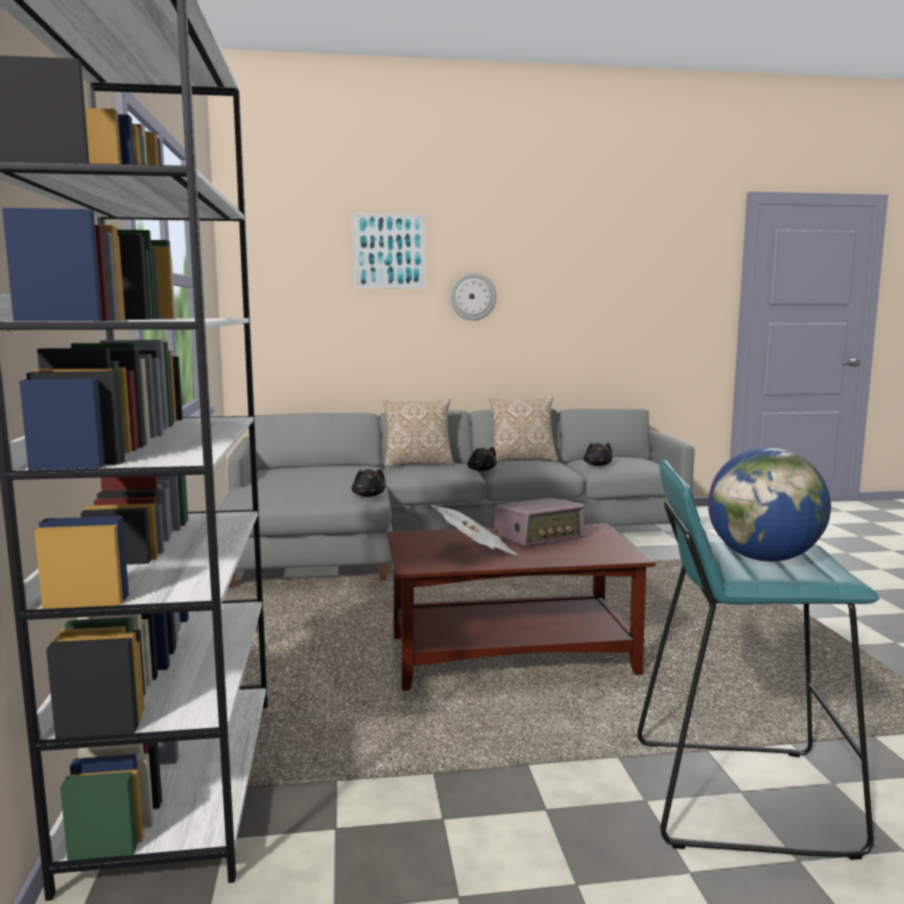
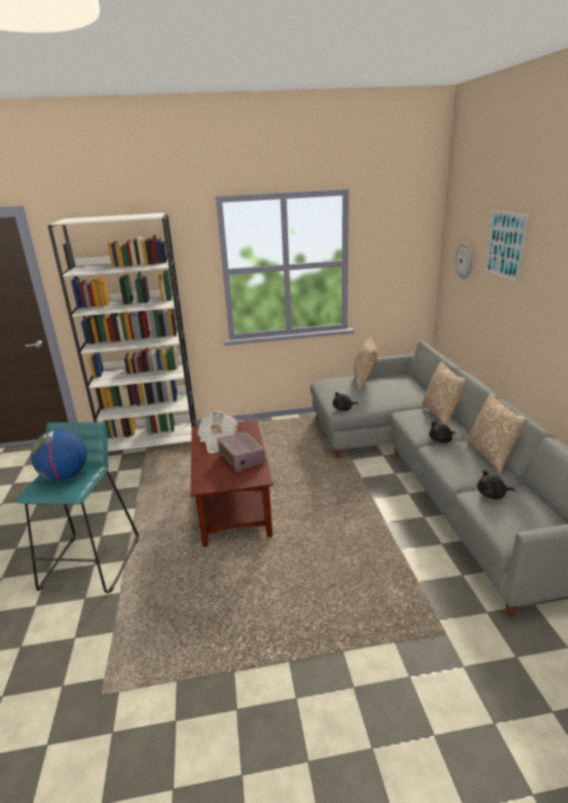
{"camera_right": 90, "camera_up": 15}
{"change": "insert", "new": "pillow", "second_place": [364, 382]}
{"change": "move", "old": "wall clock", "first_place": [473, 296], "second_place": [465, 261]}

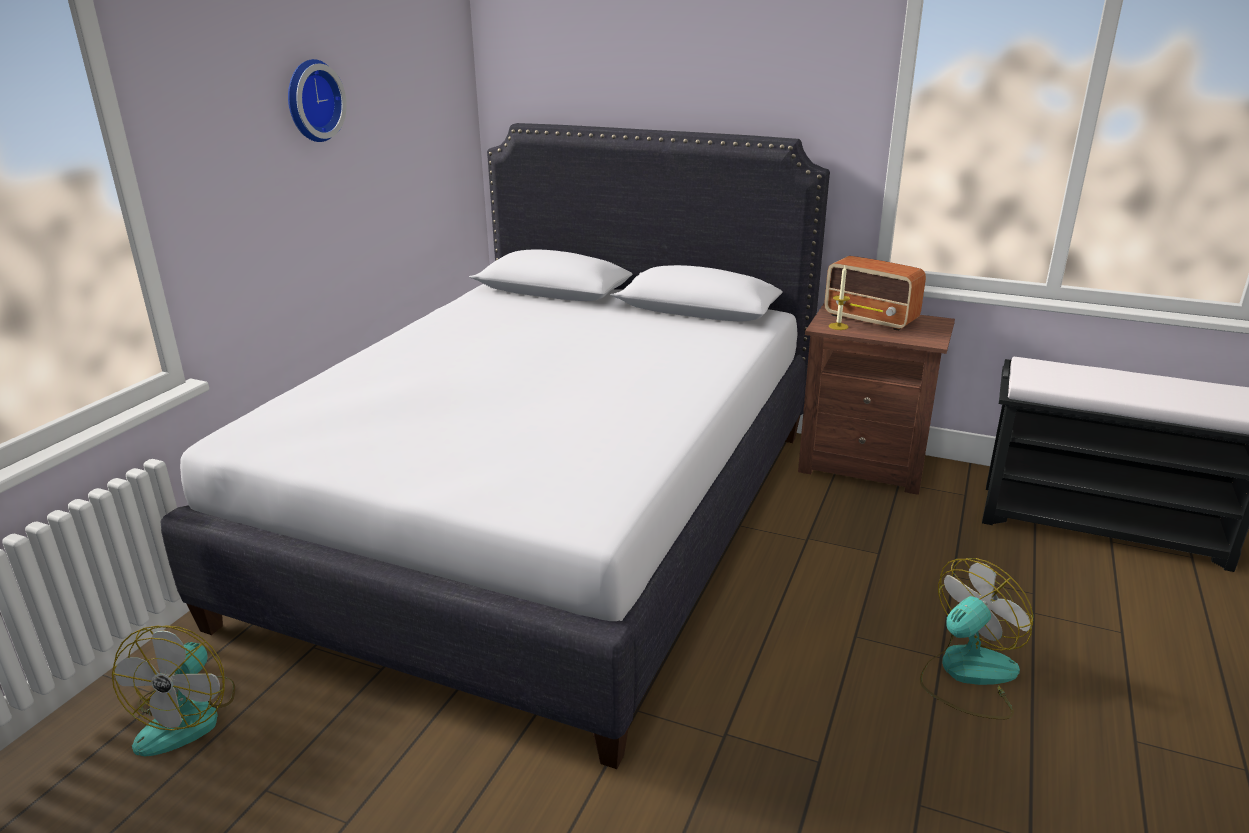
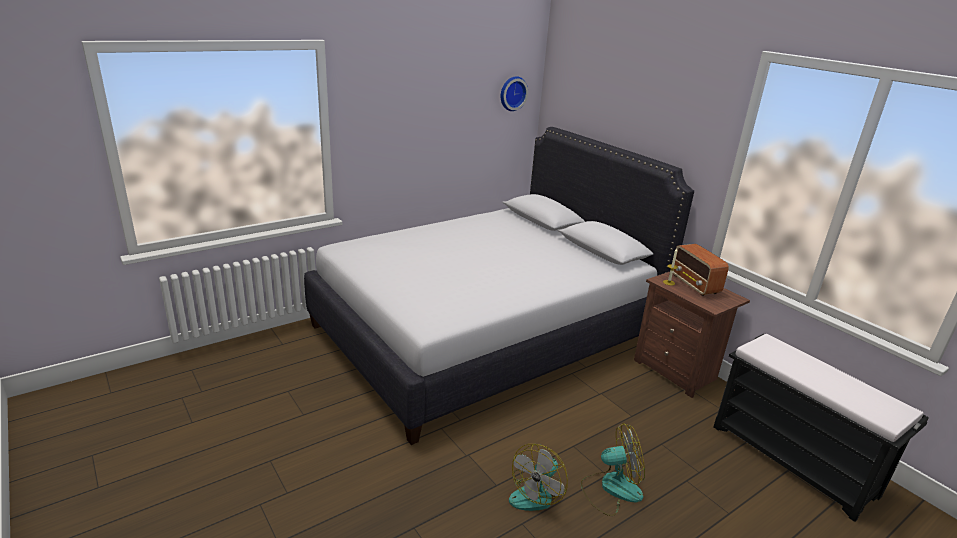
{"camera_right": 30, "camera_up": 0}
{"change": "move", "old": "wall clock", "first_place": [311, 101], "second_place": [512, 93]}
{"change": "move", "old": "fan", "first_place": [188, 715], "second_place": [536, 493]}

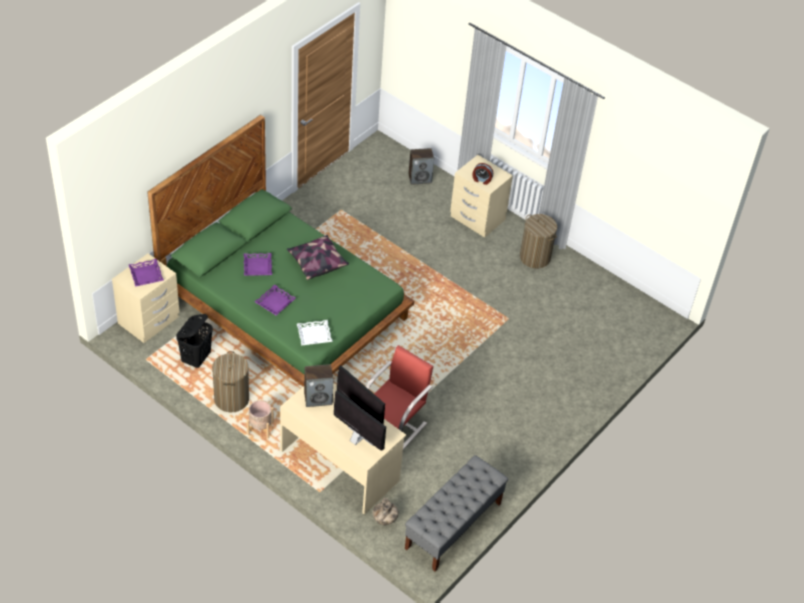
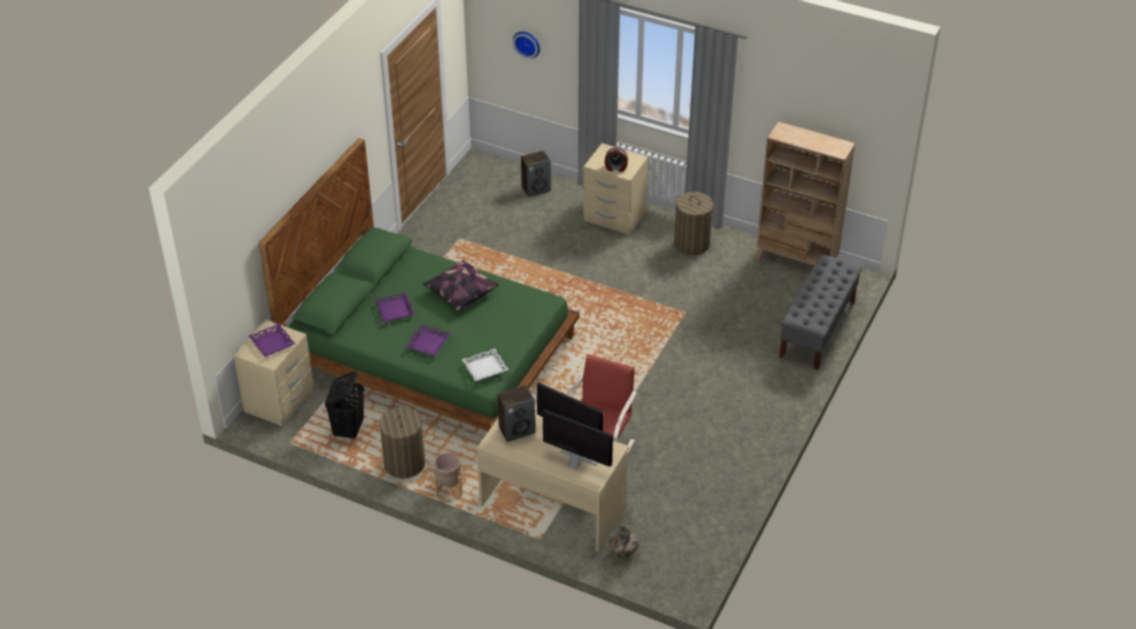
{"camera_right": -10, "camera_up": -5}
{"change": "insert", "new": "wall clock", "second_place": [527, 43]}
{"change": "insert", "new": "bookcase (beige)", "second_place": [796, 261]}
{"change": "move", "old": "bench (grey)", "first_place": [453, 526], "second_place": [817, 329]}

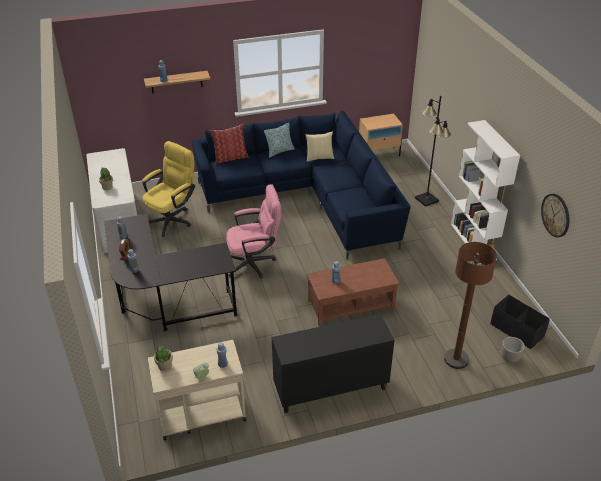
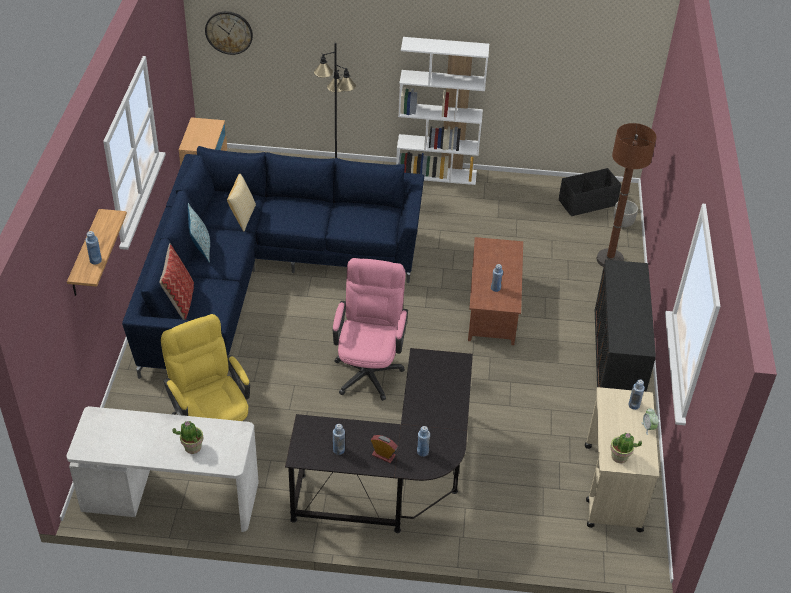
{"camera_right": -70, "camera_up": 5}
{"change": "move", "old": "wall clock", "first_place": [556, 215], "second_place": [229, 32]}

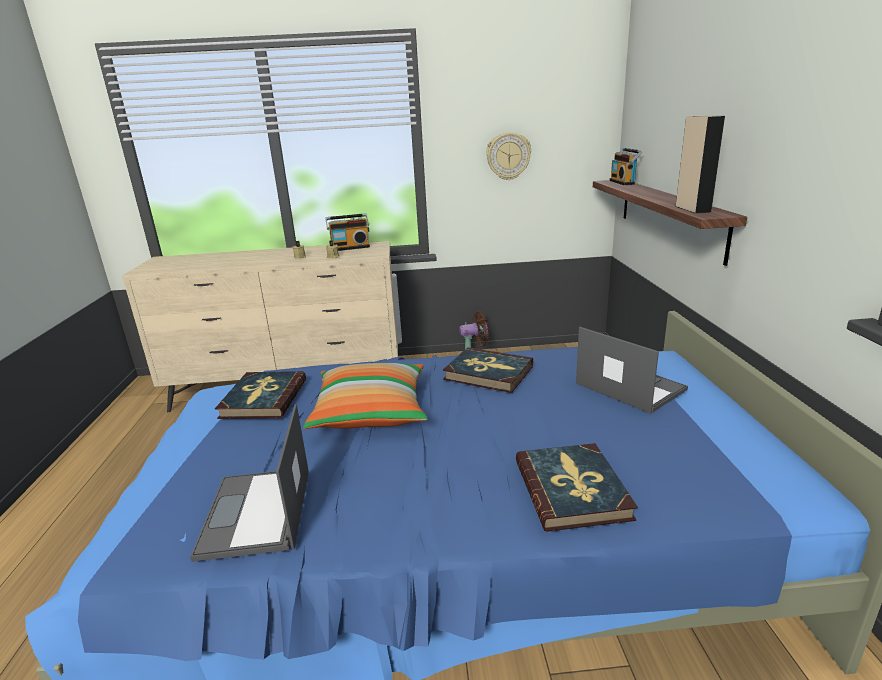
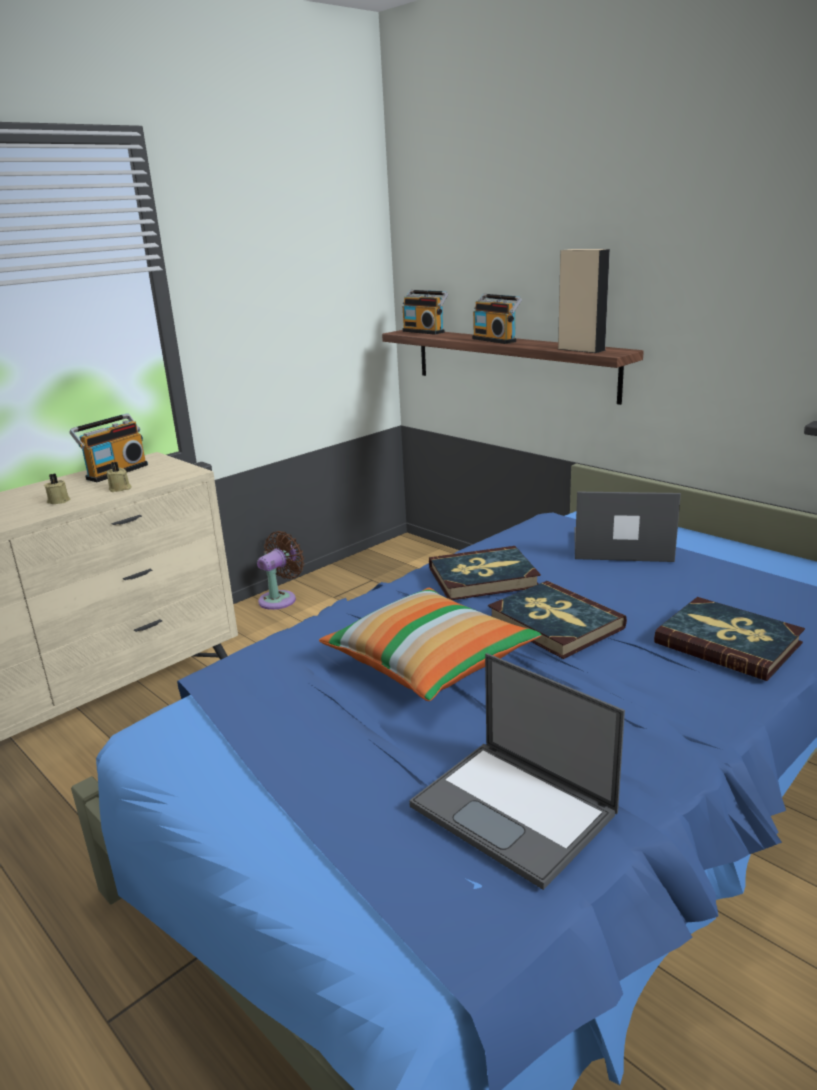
{"camera_right": -40, "camera_up": 0}
{"change": "insert", "new": "radio", "second_place": [496, 340]}
{"change": "move", "old": "book", "first_place": [263, 398], "second_place": [554, 623]}
{"change": "delete", "old": "wall clock", "first_place": [508, 156]}

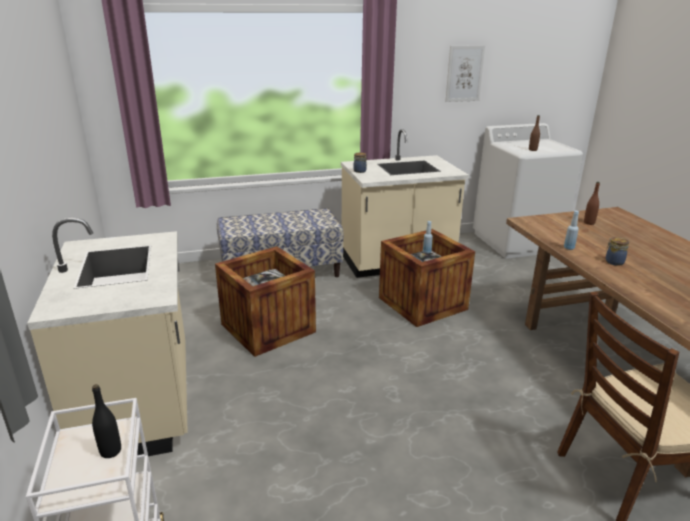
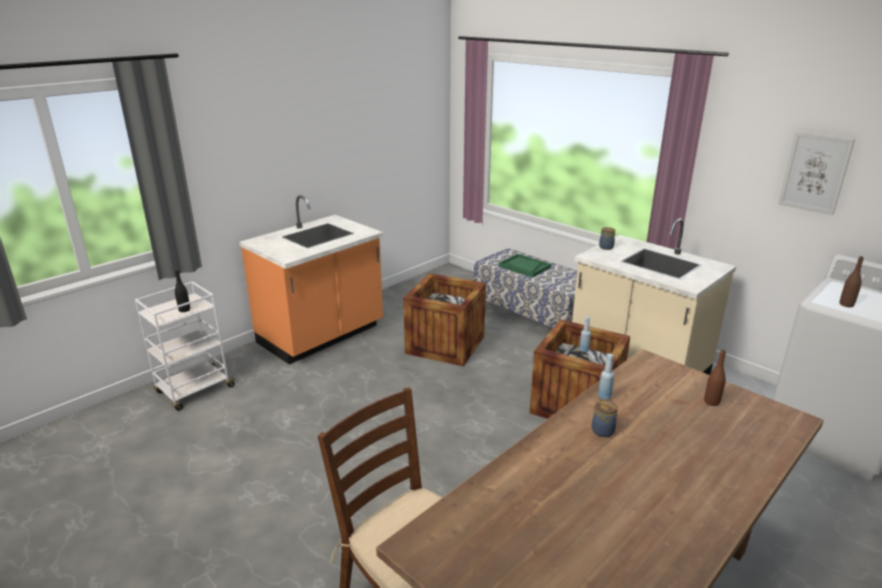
{"camera_right": 60, "camera_up": 0}
{"change": "recolor", "old": "counter (beige)", "new": "counter (orange)", "first_place": [140, 403], "second_place": [322, 336]}
{"change": "insert", "new": "tray (green)", "second_place": [524, 267]}

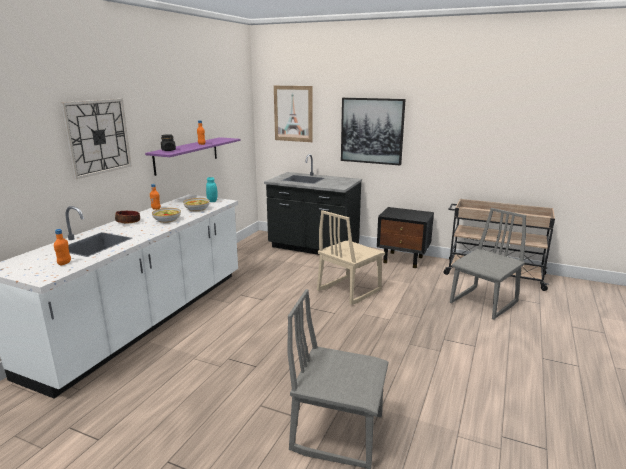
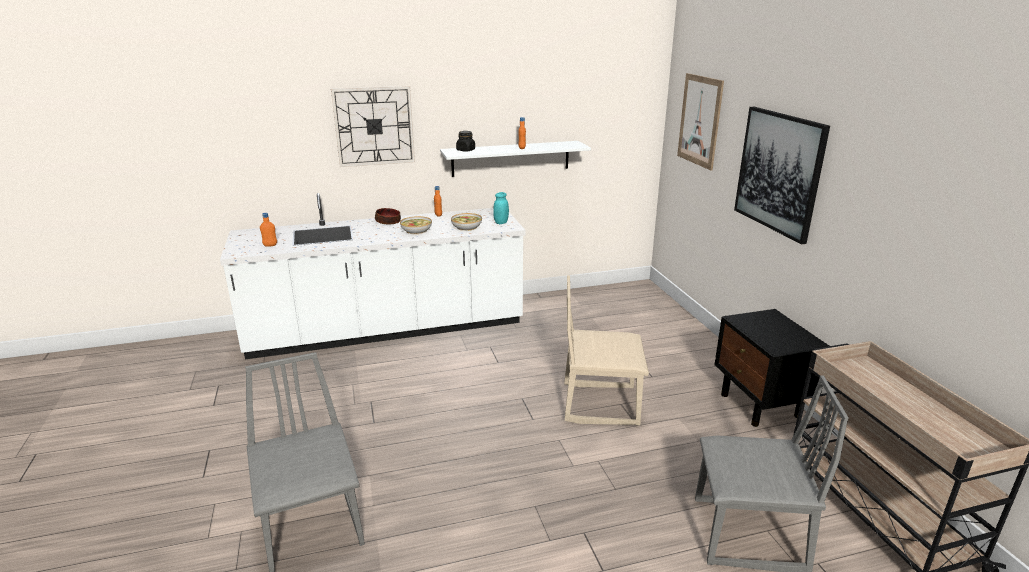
{"camera_right": 50, "camera_up": 5}
{"change": "recolor", "old": "shelf (purple)", "new": "shelf (white)", "first_place": [187, 155], "second_place": [511, 158]}
{"change": "delete", "old": "counter (black)", "first_place": [313, 248]}

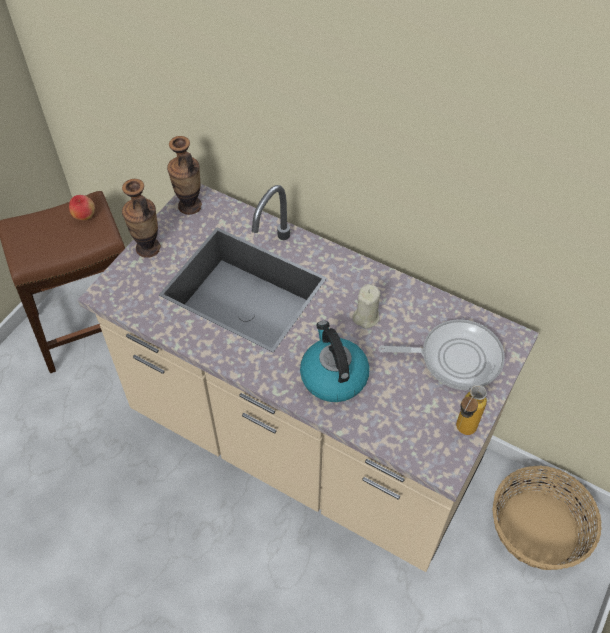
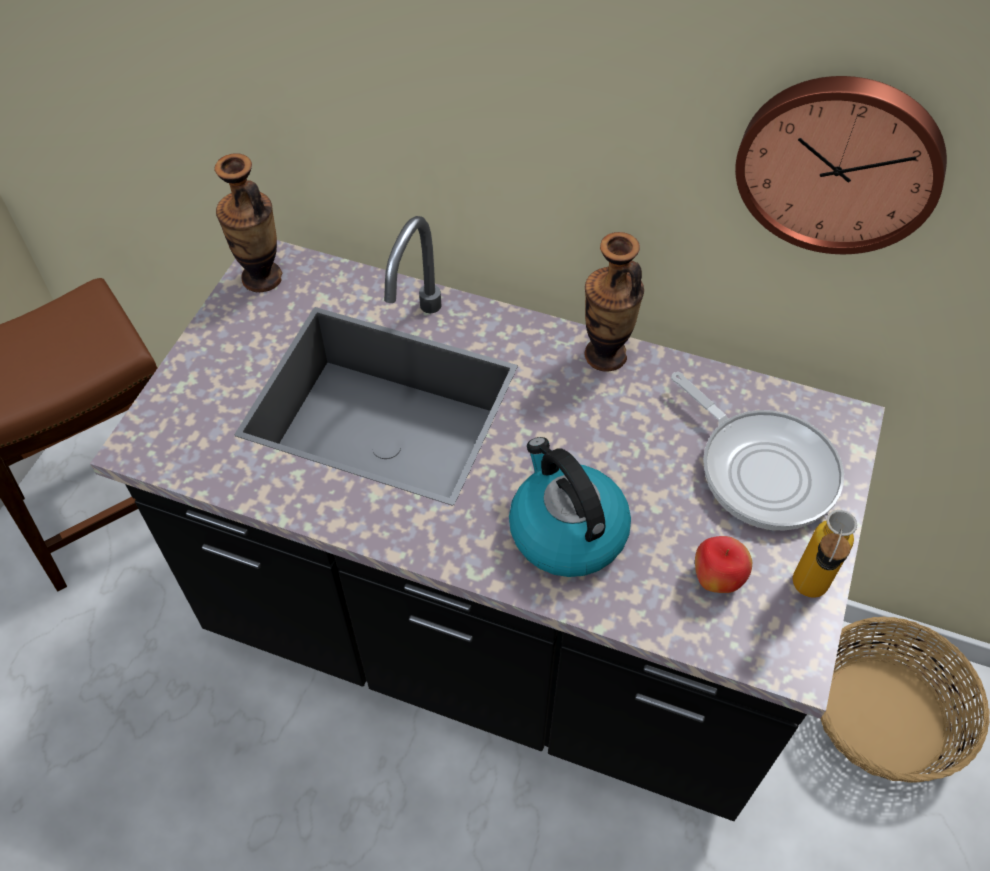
{"camera_right": -10, "camera_up": 0}
{"change": "recolor", "old": "counter (beige)", "new": "counter (black)", "first_place": [305, 441], "second_place": [495, 636]}
{"change": "move", "old": "vase", "first_place": [148, 248], "second_place": [605, 355]}
{"change": "rotate", "old": "frying pan", "first_place": [455, 358], "second_place": [761, 468], "degrees": 60}
{"change": "move", "old": "apple", "first_place": [84, 216], "second_place": [716, 579]}
{"change": "insert", "new": "wall clock", "second_place": [839, 162]}
{"change": "delete", "old": "candle (beige)", "first_place": [366, 317]}

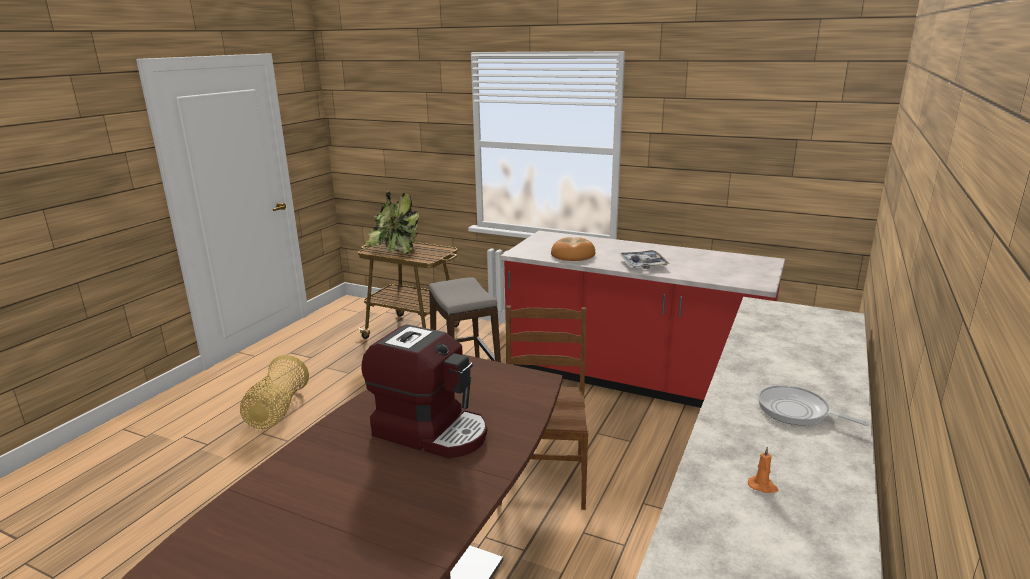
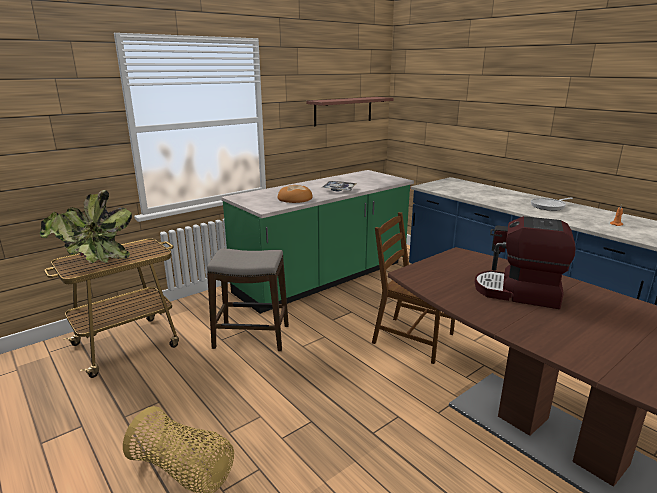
{"camera_right": -65, "camera_up": 0}
{"change": "recolor", "old": "counter (red)", "new": "counter (green)", "first_place": [633, 379], "second_place": [324, 278]}
{"change": "insert", "new": "shelf", "second_place": [343, 111]}
{"change": "rotate", "old": "coffee machine", "first_place": [431, 431], "second_place": [518, 293], "degrees": -120}

